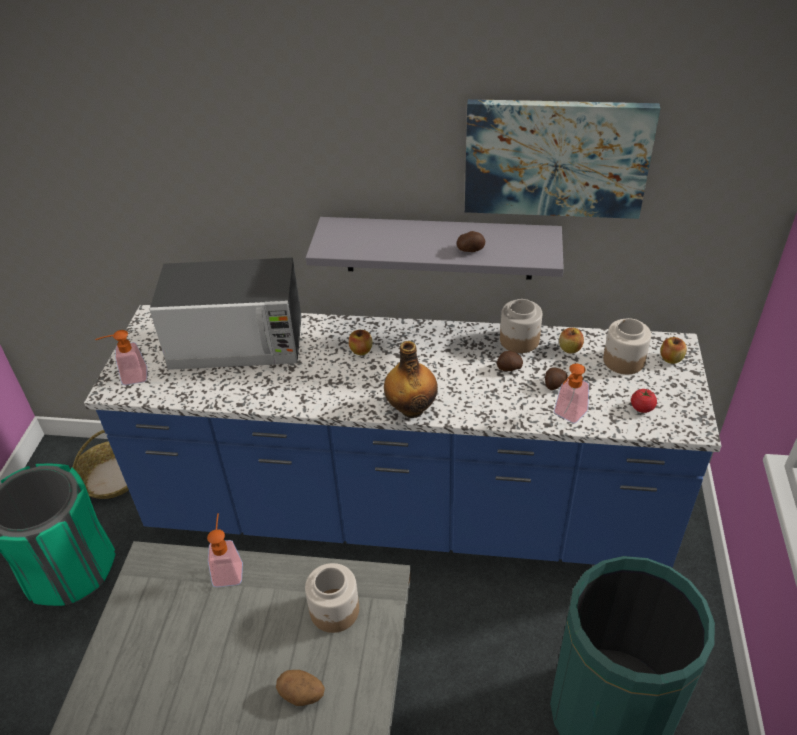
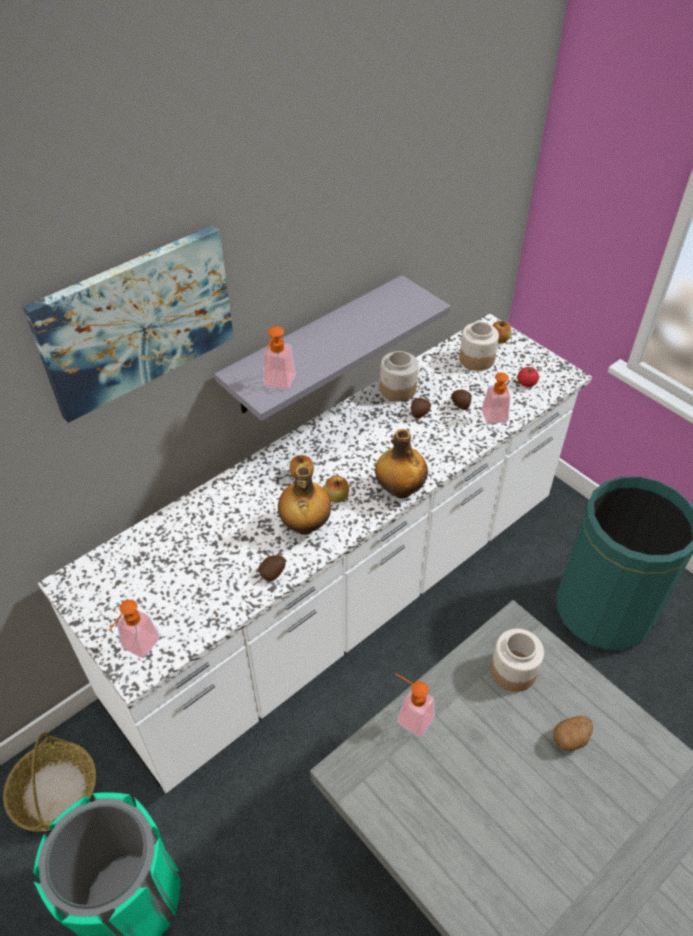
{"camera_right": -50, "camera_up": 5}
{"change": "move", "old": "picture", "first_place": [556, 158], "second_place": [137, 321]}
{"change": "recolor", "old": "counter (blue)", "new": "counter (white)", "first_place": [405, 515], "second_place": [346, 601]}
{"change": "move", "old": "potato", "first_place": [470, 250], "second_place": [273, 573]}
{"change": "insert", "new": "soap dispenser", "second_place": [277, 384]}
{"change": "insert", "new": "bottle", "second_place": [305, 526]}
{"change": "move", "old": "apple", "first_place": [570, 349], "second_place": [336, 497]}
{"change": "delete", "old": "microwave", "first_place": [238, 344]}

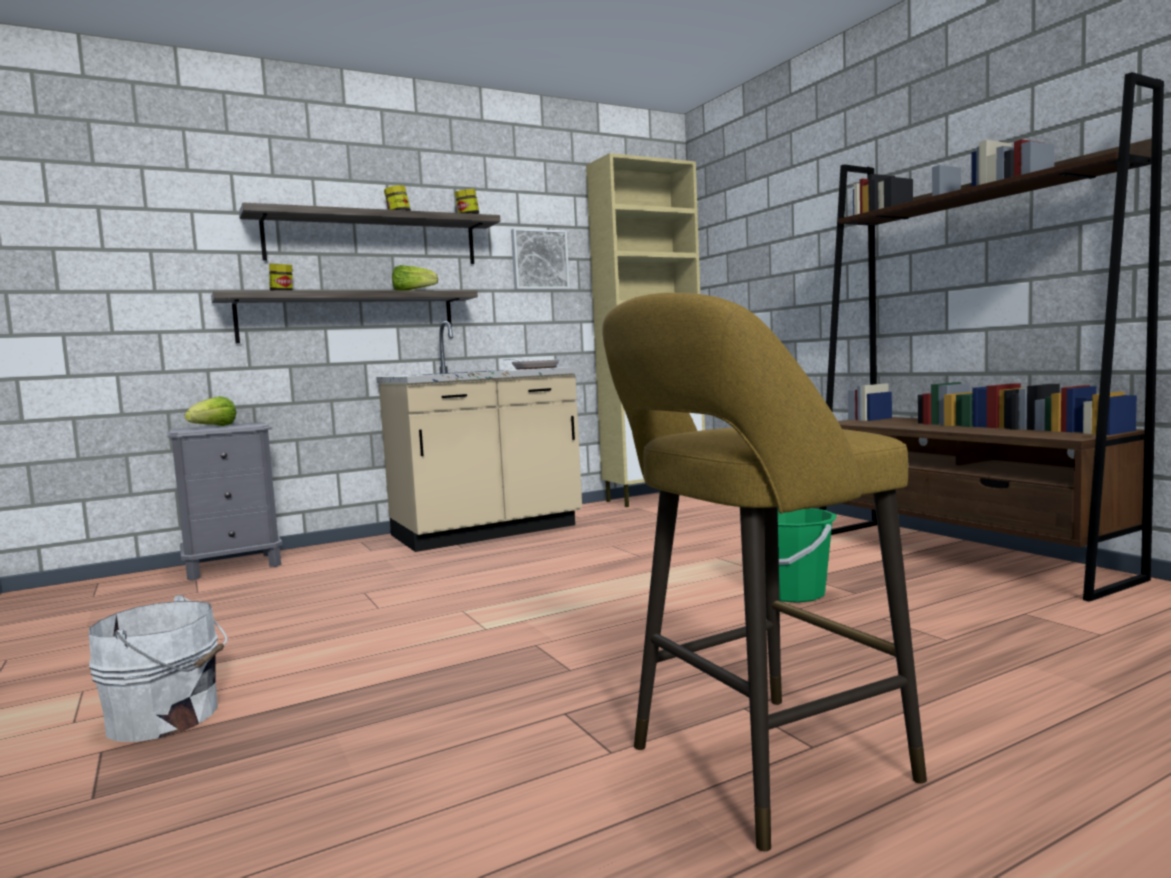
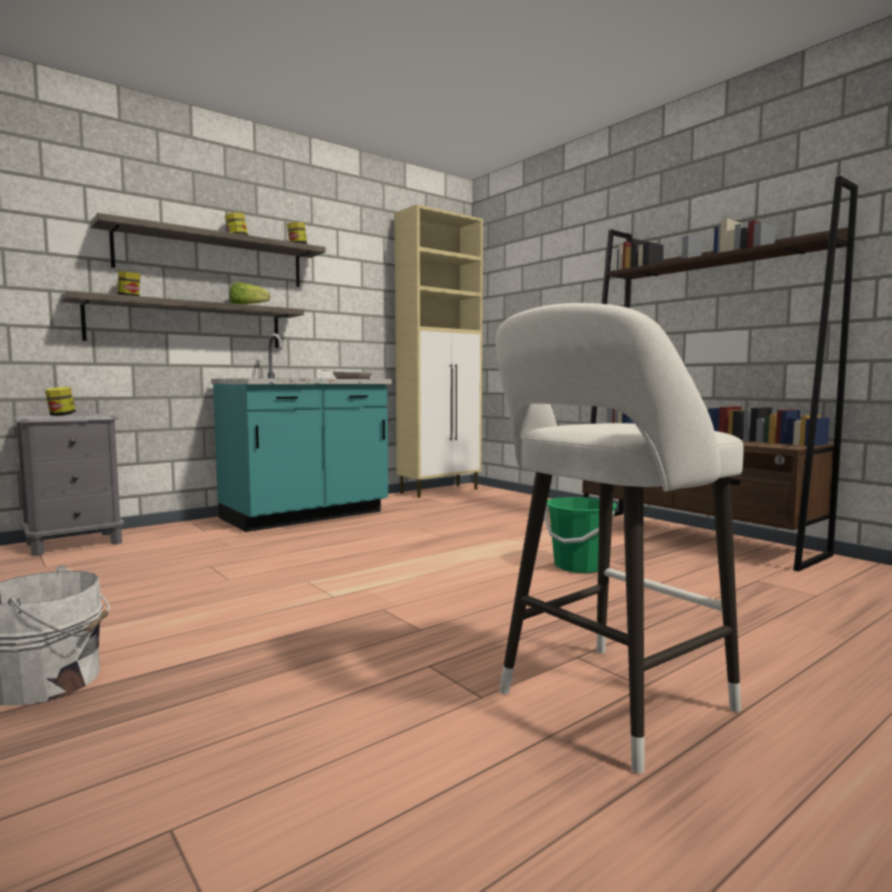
{"camera_right": -10, "camera_up": 0}
{"change": "replace", "old": "lettuce", "new": "jar", "first_place": [214, 427], "second_place": [61, 415]}
{"change": "recolor", "old": "counter (beige)", "new": "counter (turquoise)", "first_place": [487, 532], "second_place": [305, 516]}
{"change": "recolor", "old": "stool (yellow)", "new": "stool (white)", "first_place": [757, 768], "second_place": [607, 705]}
{"change": "delete", "old": "picture", "first_place": [539, 260]}

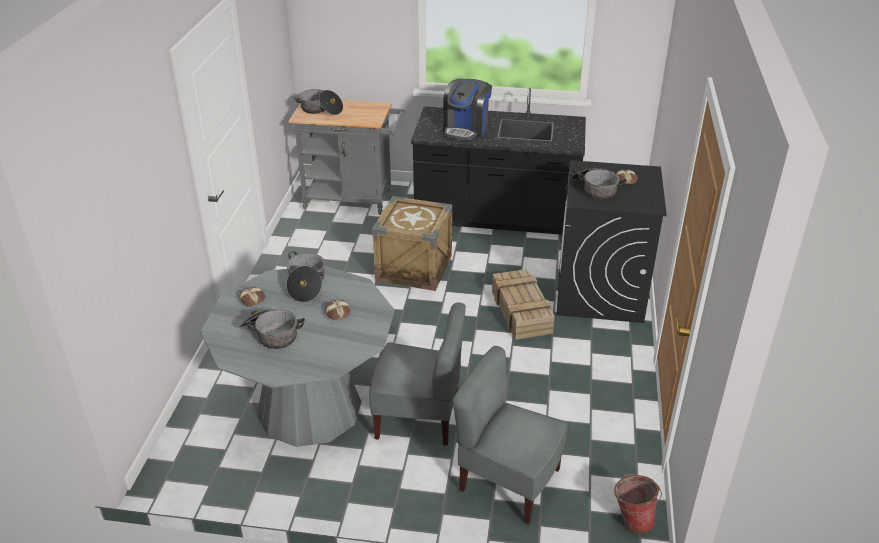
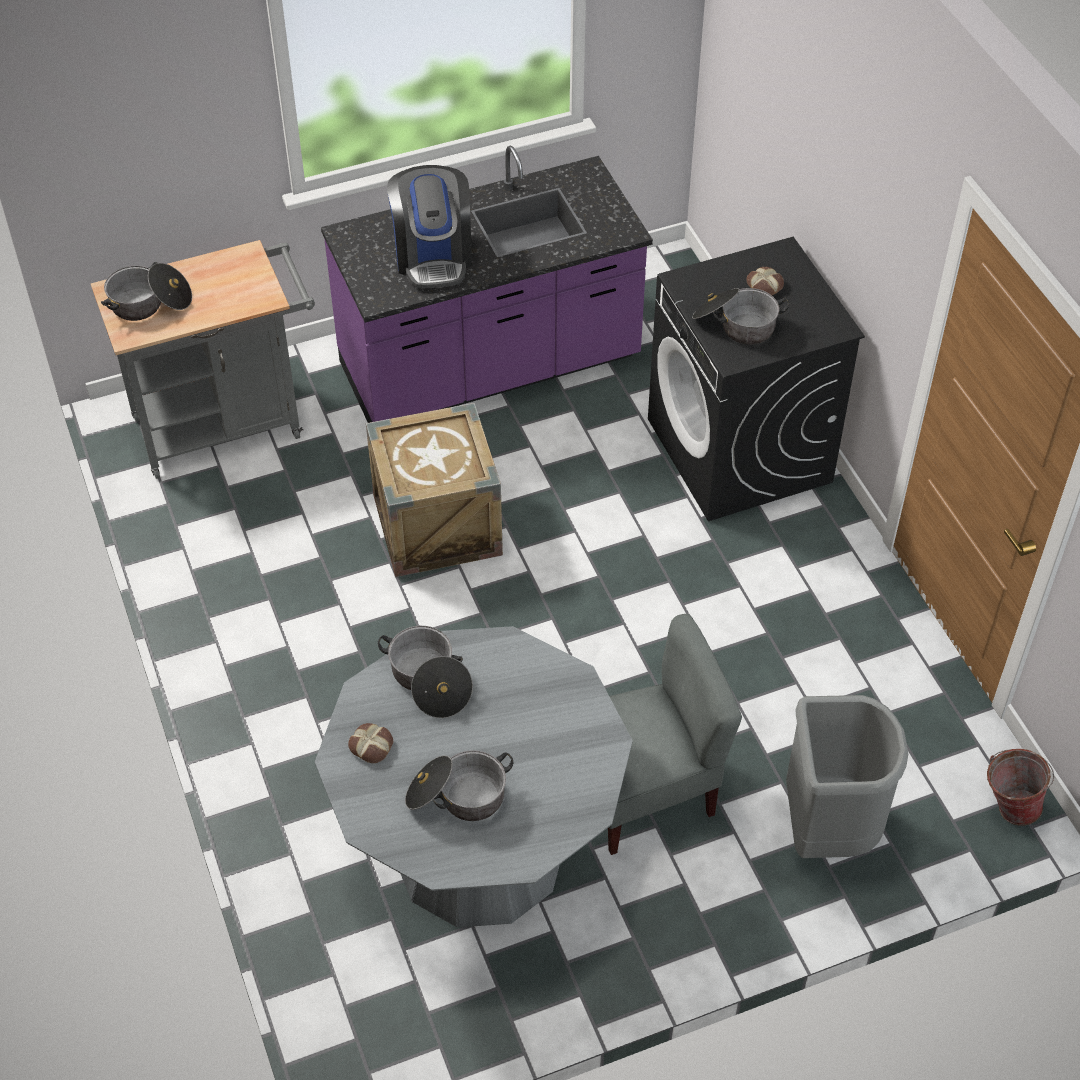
{"camera_right": -30, "camera_up": 15}
{"change": "recolor", "old": "counter (black)", "new": "counter (purple)", "first_place": [496, 217], "second_place": [490, 366]}
{"change": "replace", "old": "chair (grey)", "new": "trash can (grey)", "first_place": [508, 481], "second_place": [829, 830]}
{"change": "delete", "old": "bread", "first_place": [337, 312]}
{"change": "delete", "old": "crate", "first_place": [522, 312]}

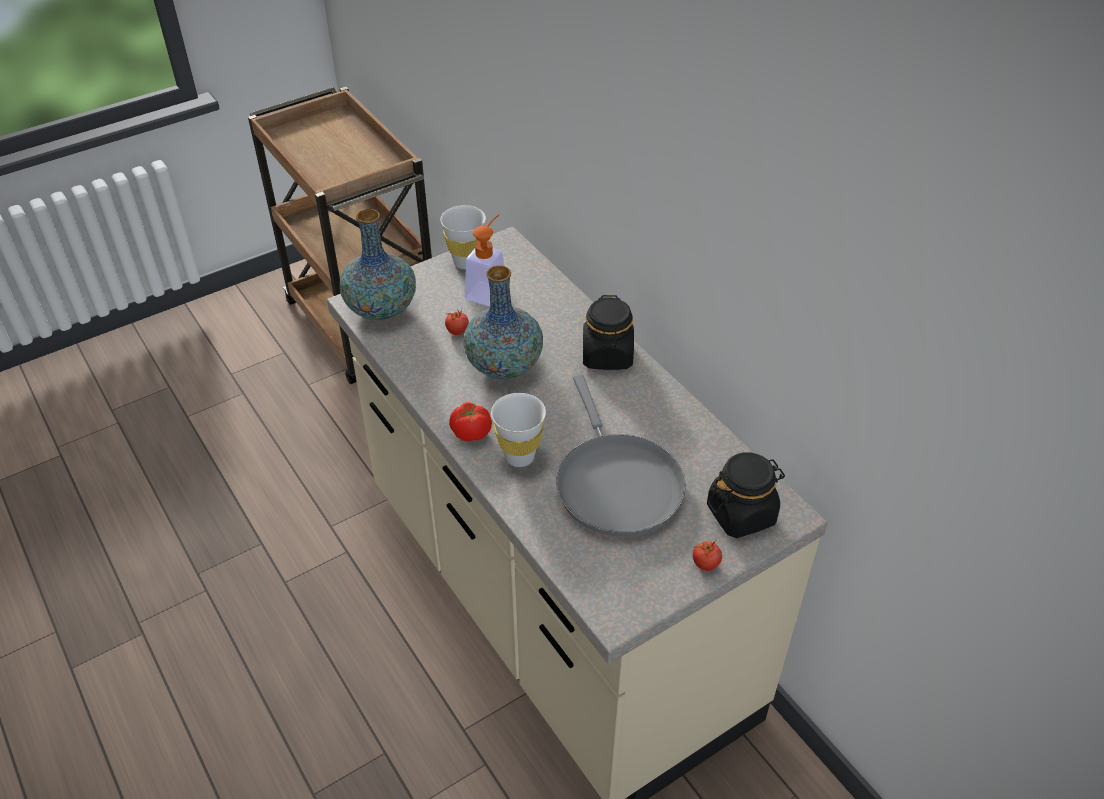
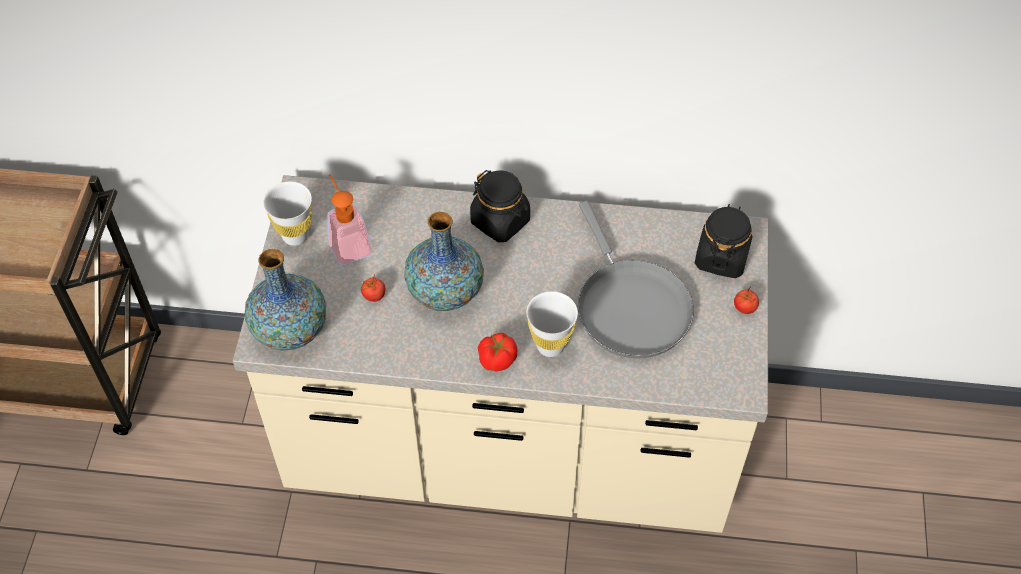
{"camera_right": -50, "camera_up": 10}
{"change": "rotate", "old": "frying pan (grey)", "first_place": [616, 483], "second_place": [630, 306], "degrees": 45}

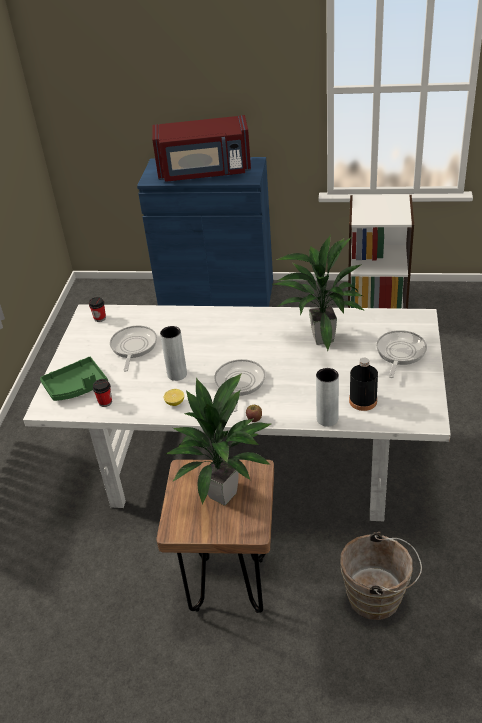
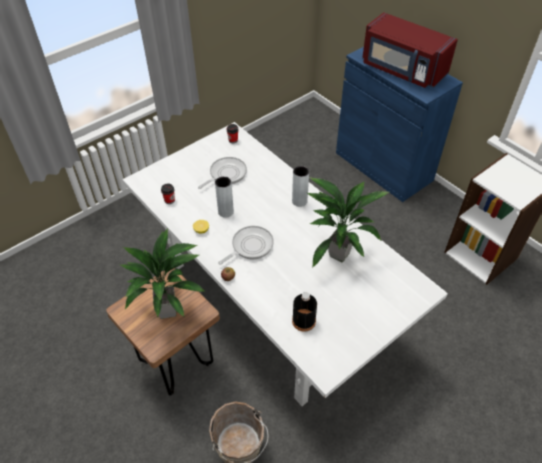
{"camera_right": 40, "camera_up": 10}
{"change": "move", "old": "vase (grey)", "first_place": [327, 419], "second_place": [299, 201]}
{"change": "delete", "old": "tray (green)", "first_place": [76, 387]}
{"change": "delete", "old": "frying pan", "first_place": [400, 353]}

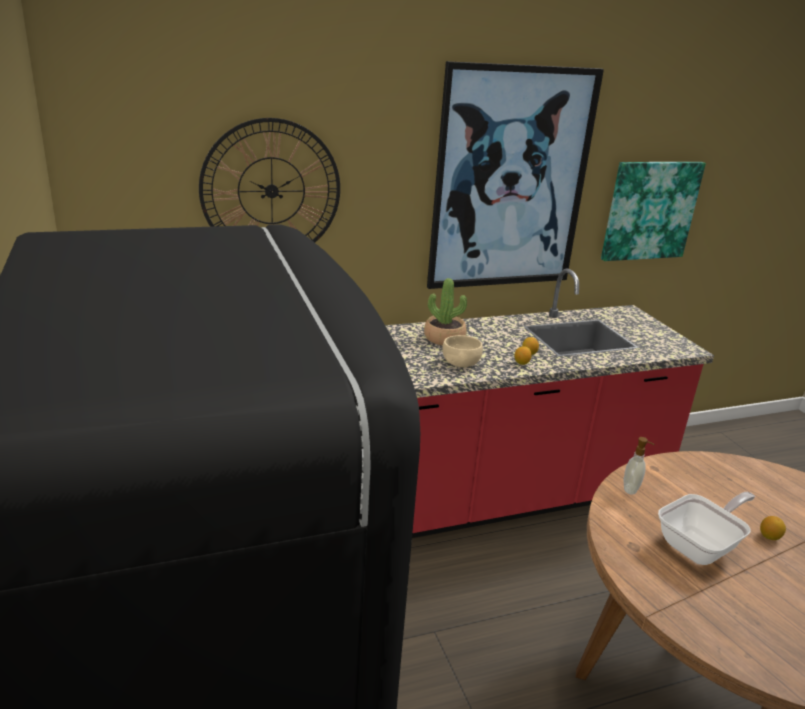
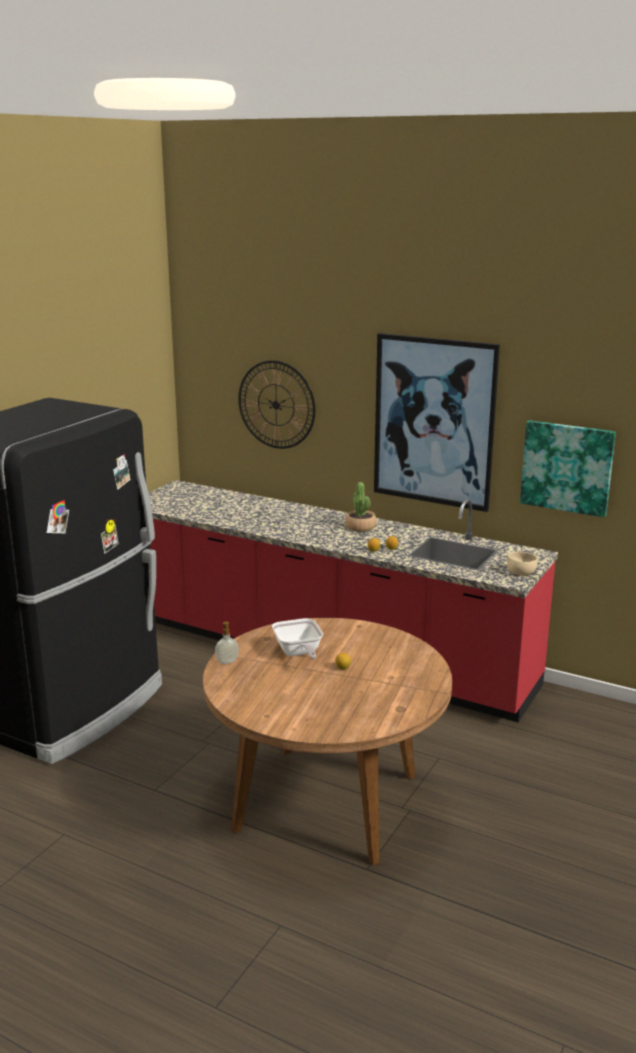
{"camera_right": 50, "camera_up": -5}
{"change": "move", "old": "soap dispenser", "first_place": [631, 489], "second_place": [227, 662]}
{"change": "rotate", "old": "frying pan", "first_place": [701, 546], "second_place": [298, 653], "degrees": 60}
{"change": "move", "old": "bowl (beige)", "first_place": [461, 362], "second_place": [521, 572]}

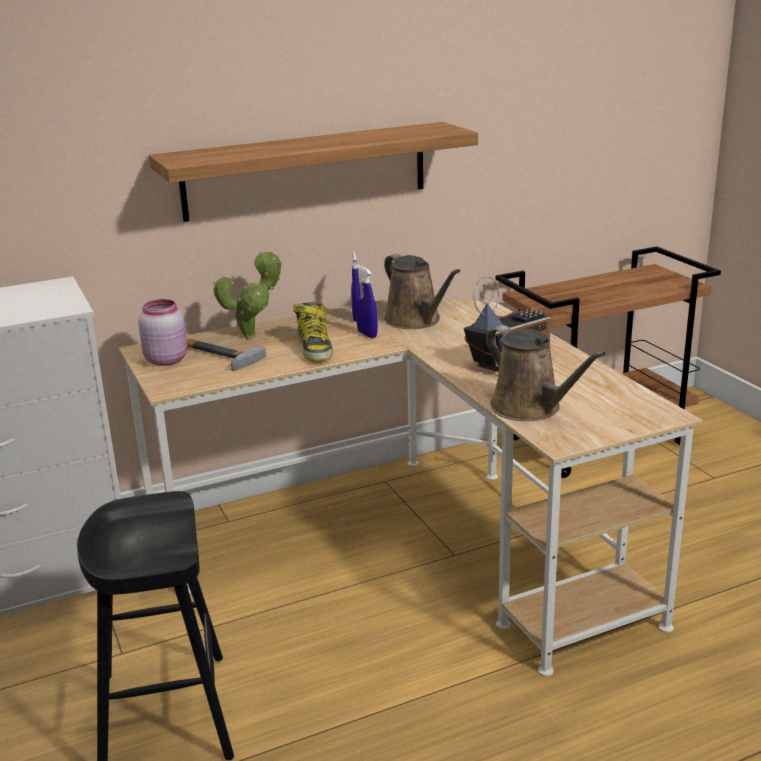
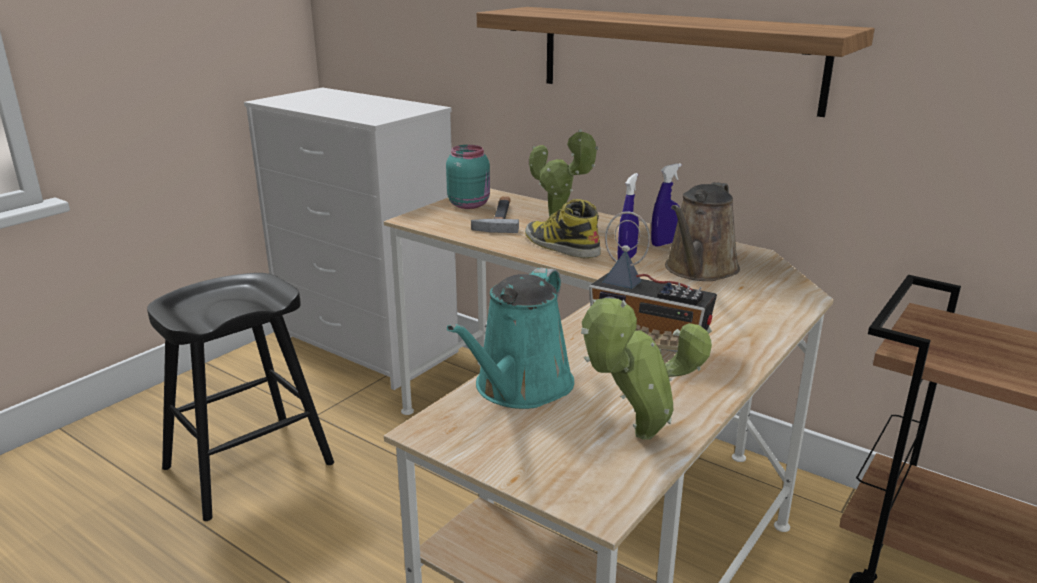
{"camera_right": 60, "camera_up": 0}
{"change": "recolor", "old": "jar (pink)", "new": "jar (turquoise)", "first_place": [166, 360], "second_place": [470, 204]}
{"change": "recolor", "old": "watering can (brown)", "new": "watering can (turquoise)", "first_place": [530, 408], "second_place": [519, 388]}
{"change": "rotate", "old": "boot", "first_place": [314, 348], "second_place": [560, 245], "degrees": 90}
{"change": "insert", "new": "potted plant", "second_place": [637, 436]}

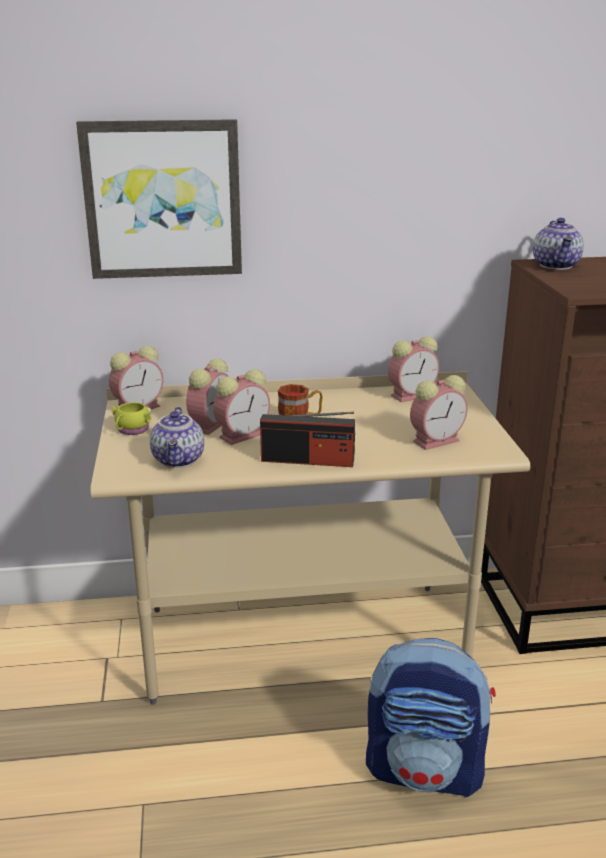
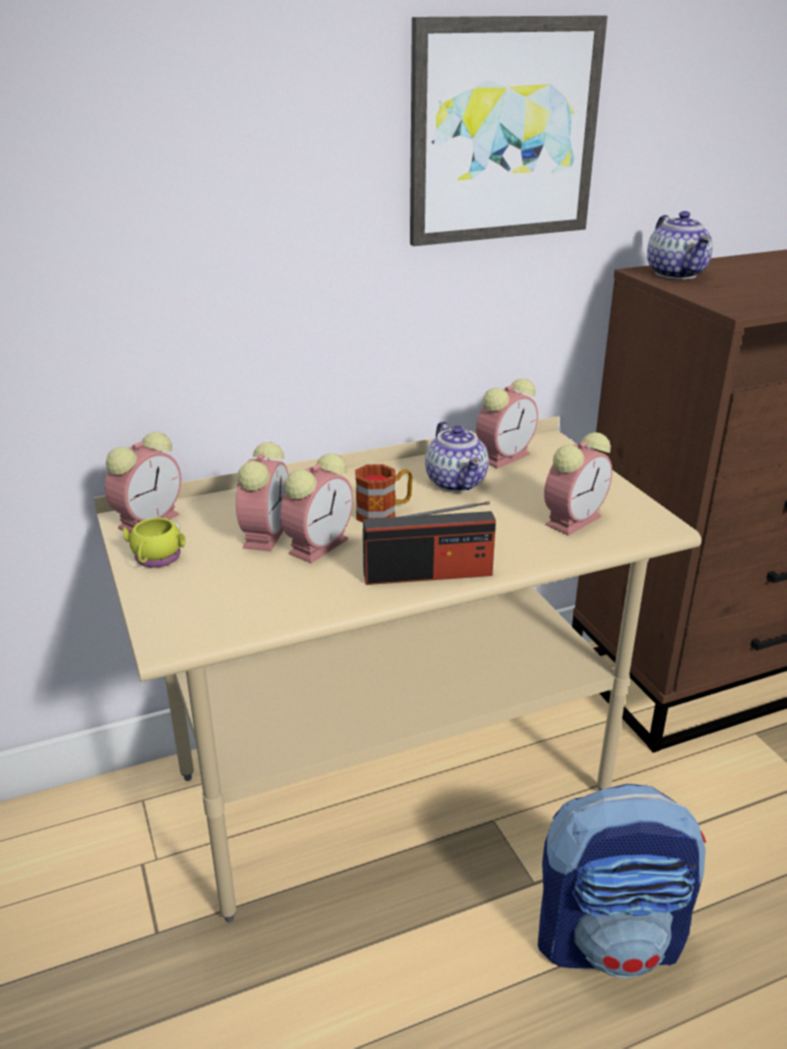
{"camera_right": -15, "camera_up": 5}
{"change": "move", "old": "picture", "first_place": [163, 200], "second_place": [503, 131]}
{"change": "move", "old": "teapot", "first_place": [179, 460], "second_place": [457, 483]}

